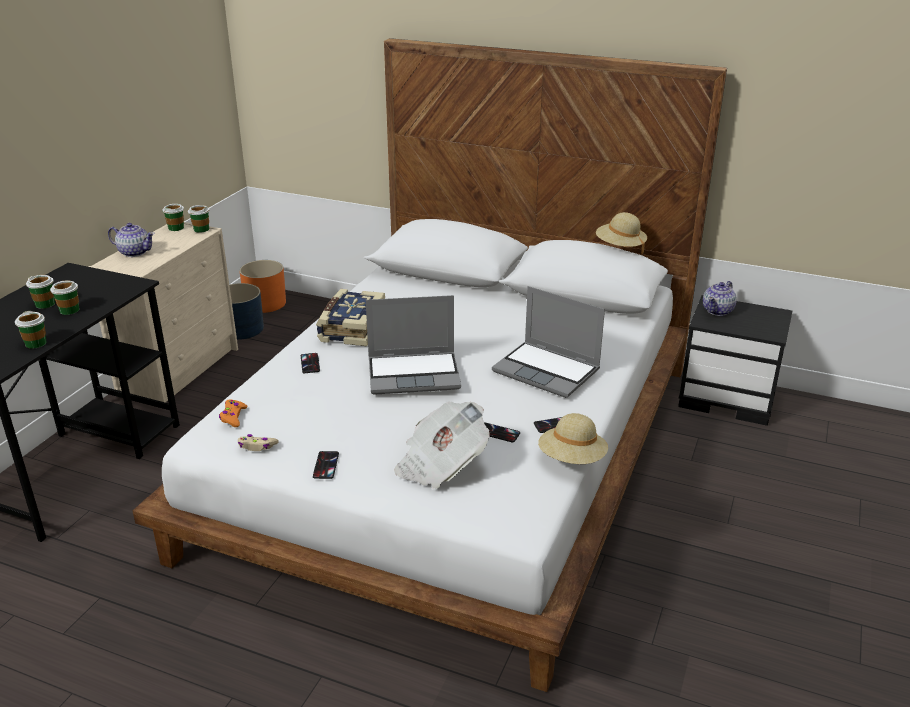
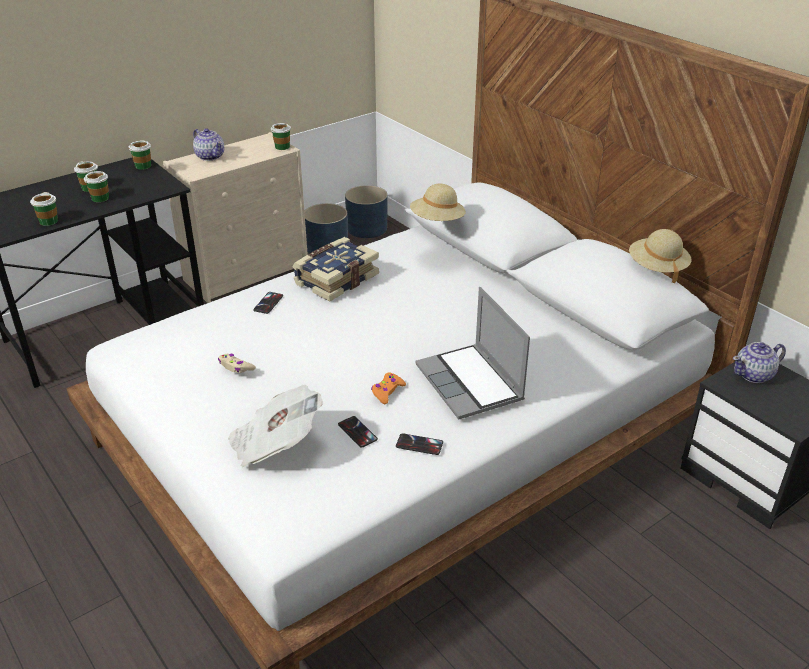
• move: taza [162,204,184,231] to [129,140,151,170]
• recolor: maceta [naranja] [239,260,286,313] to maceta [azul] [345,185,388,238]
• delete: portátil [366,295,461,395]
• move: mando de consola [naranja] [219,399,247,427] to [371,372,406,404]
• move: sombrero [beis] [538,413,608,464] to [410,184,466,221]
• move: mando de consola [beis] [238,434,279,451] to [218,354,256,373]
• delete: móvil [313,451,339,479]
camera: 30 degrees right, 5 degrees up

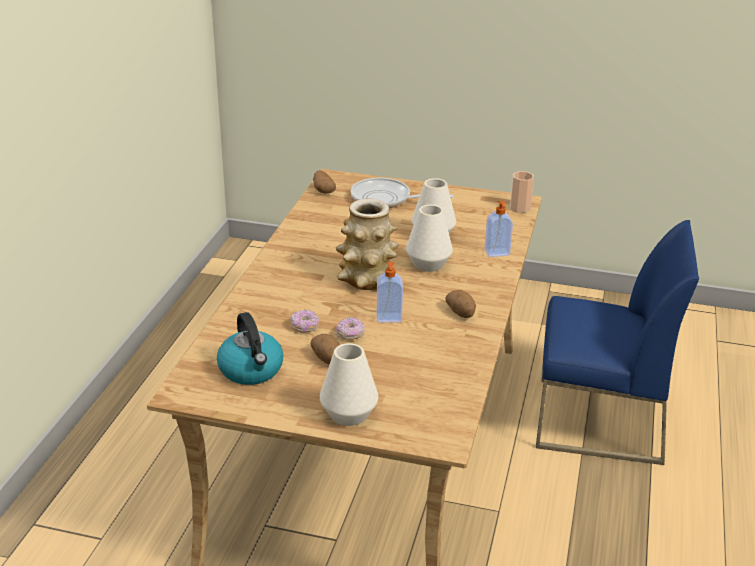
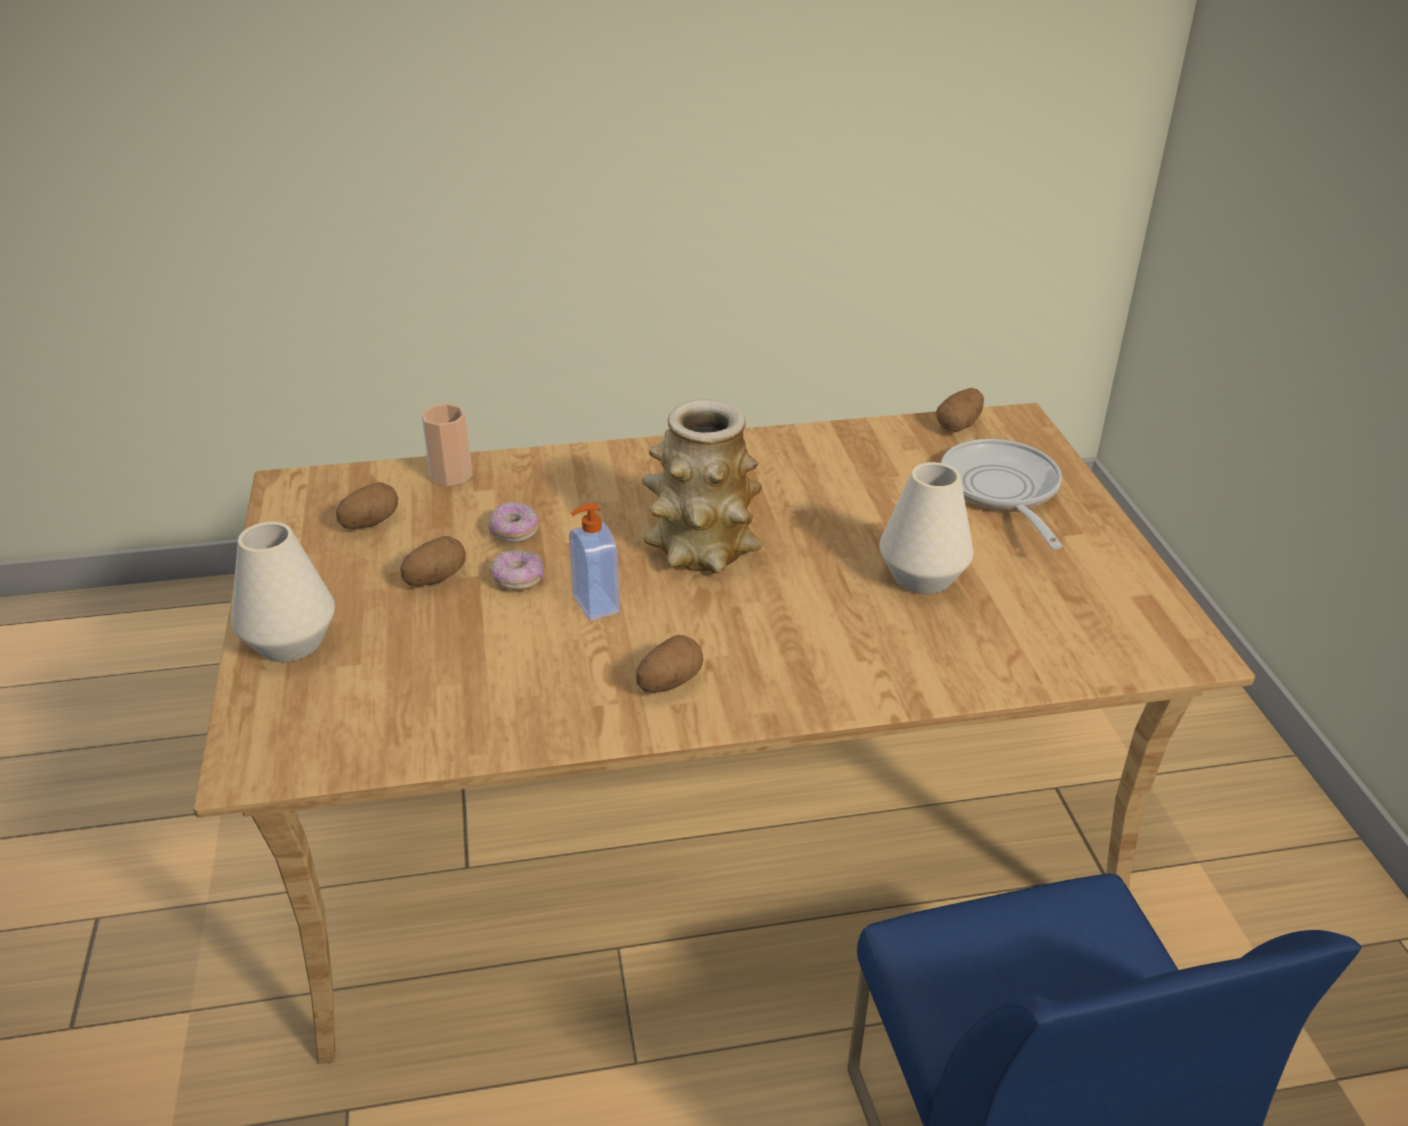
• move: taza [510,171,534,213] to [421,403,472,486]
• delete: dispensador de jabón [484,201,513,257]
• delete: florero [blanco] [406,205,453,272]
• replace: hervidor [217,312,283,385] to patata [336,482,399,529]
camera: 65 degrees right, 5 degrees up

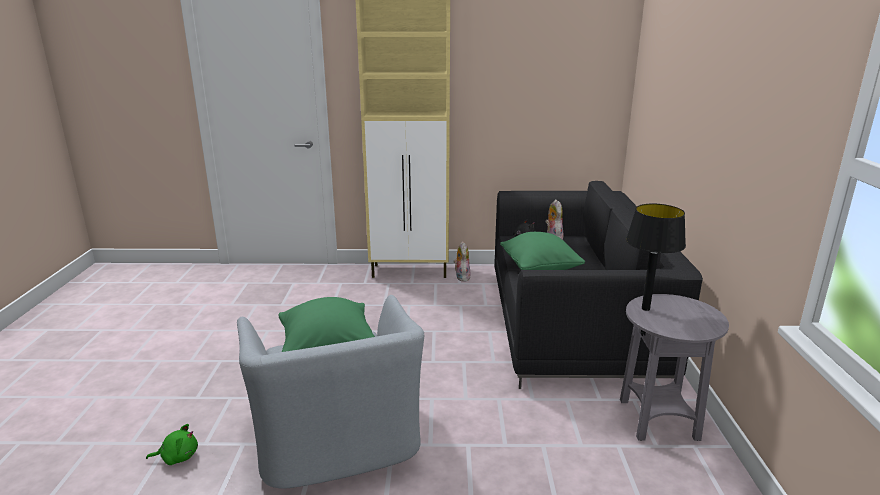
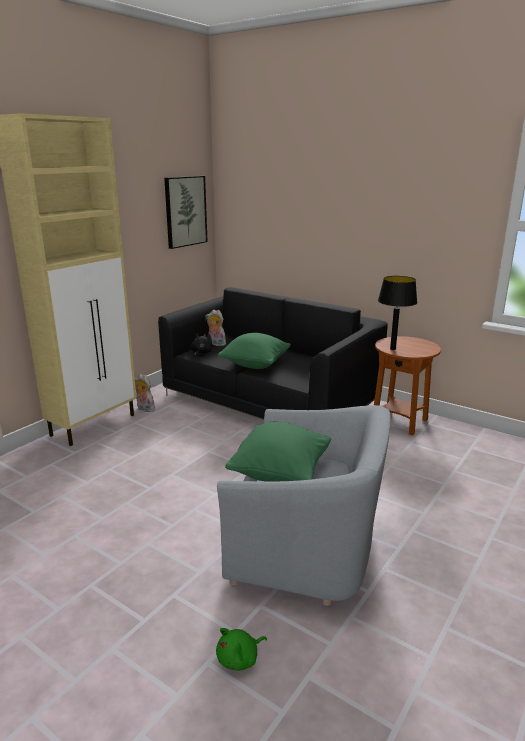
• recolor: mesa auxiliar [gris] [620,294,729,441] to mesa auxiliar [marrón] [374,336,441,435]
• rotate: peluche [verde] [146,424,198,465] = [216,628,267,671] 150 degrees counterclockwise
• insert: cuadro [164,176,208,249]
camera: 55 degrees left, 0 degrees up

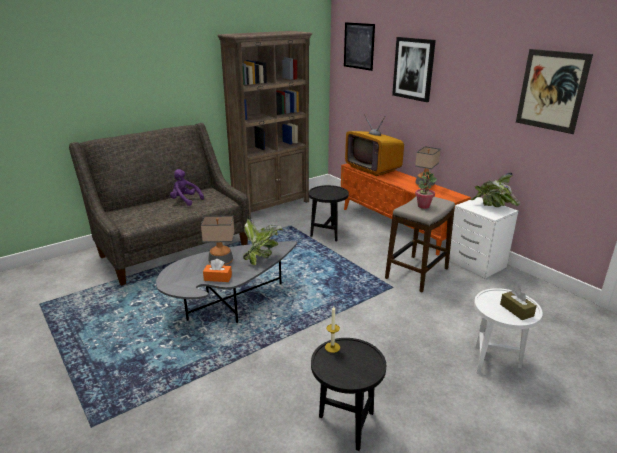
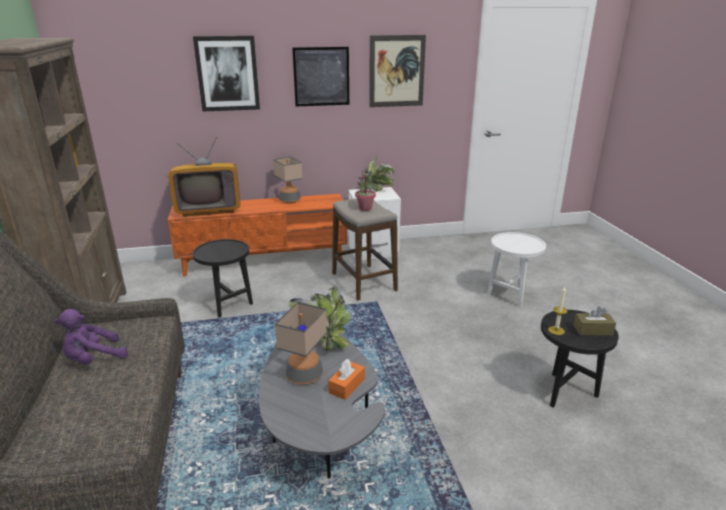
• move: cuadro [344,22,375,71] to [292,47,349,106]
• move: caja de pañuelos [marrón] [500,289,537,320] to [574,306,616,335]
camera: 65 degrees left, 0 degrees up

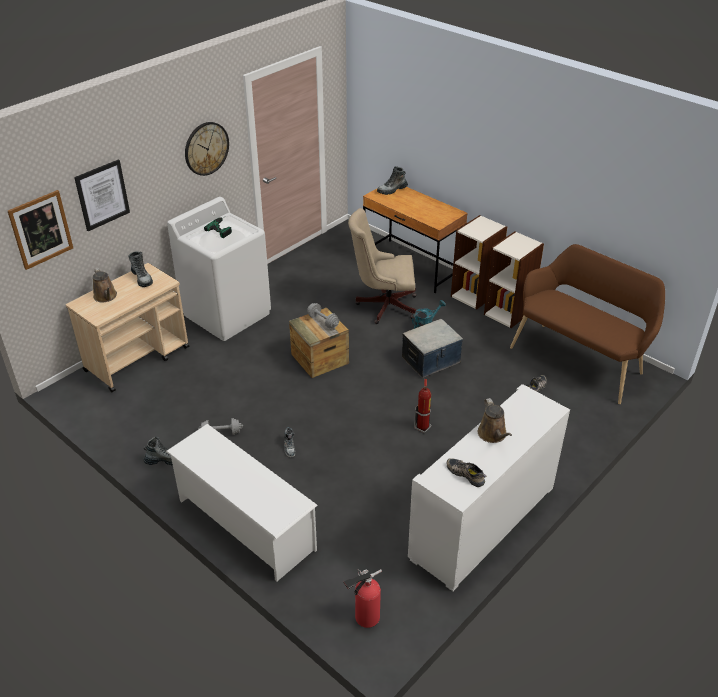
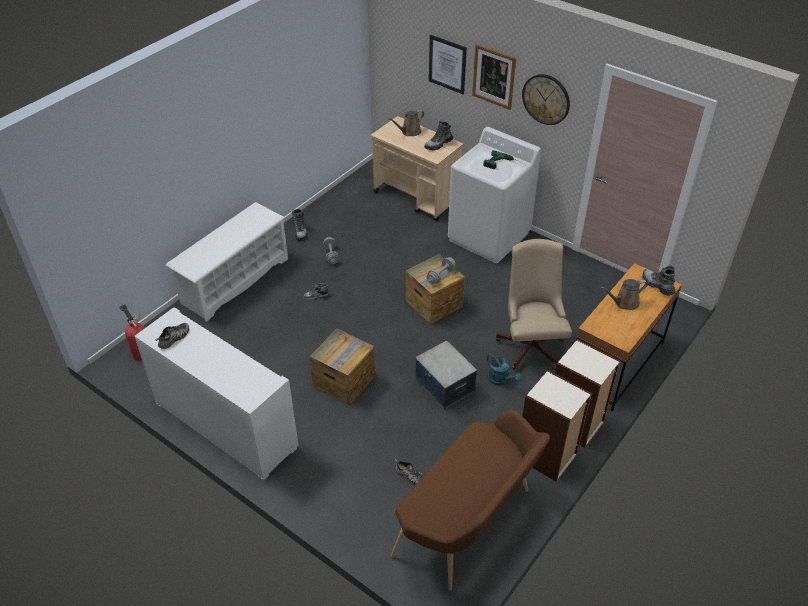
• move: cuadro [8,190,73,270] to [472,44,516,110]
• replace: extintor [414,379,432,434] to caja de embalaje [310,329,375,405]
• move: regadera [marrón] [478,398,512,443] to [601,279,648,310]
camera: 85 degrees right, 5 degrees up

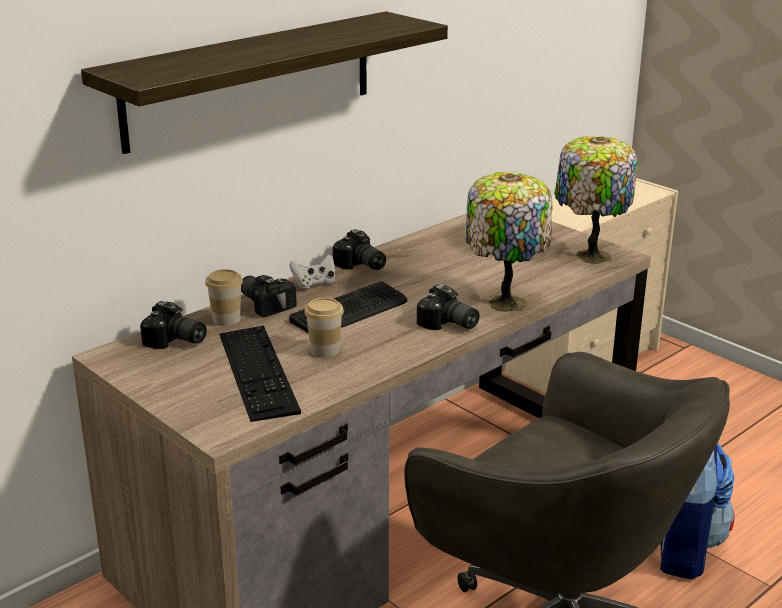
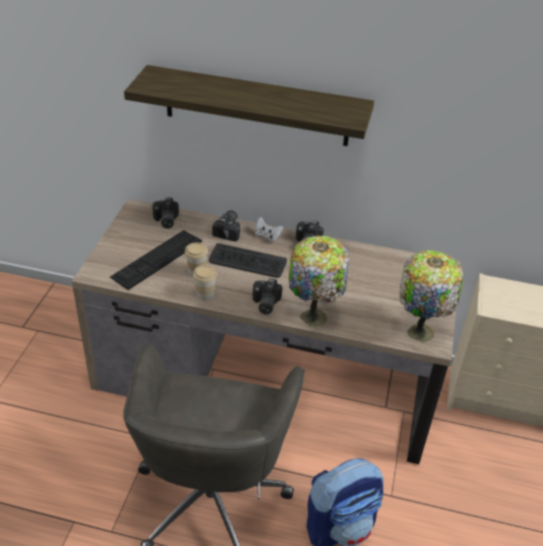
• move: taza [205,269,243,326] to [193,265,217,301]
camera: 55 degrees right, 15 degrees up

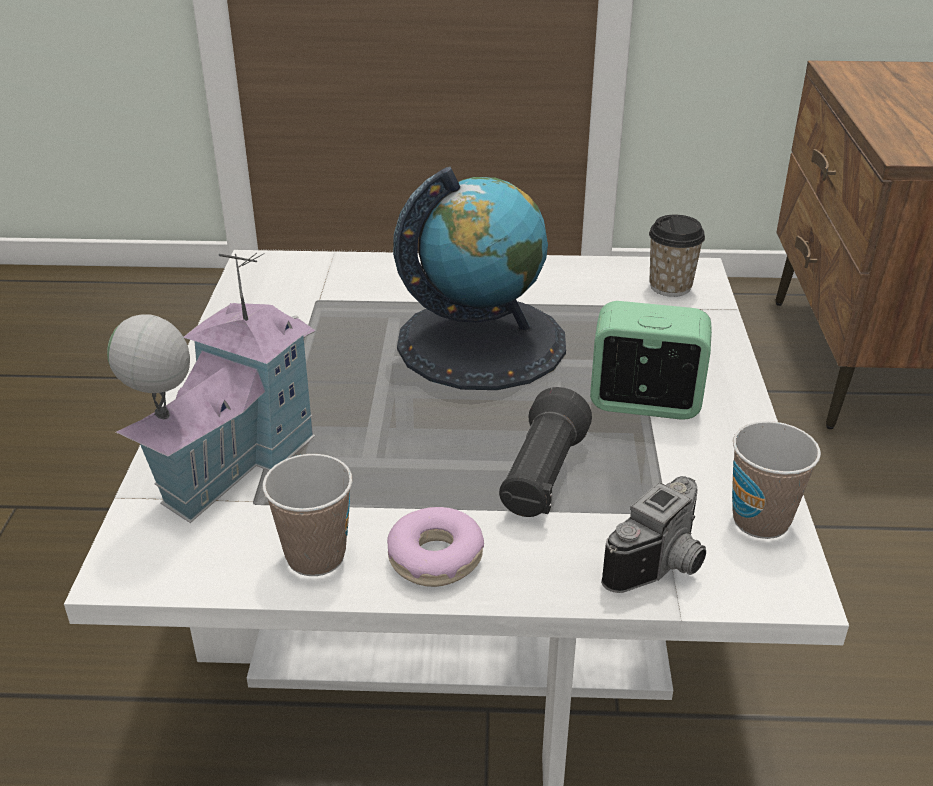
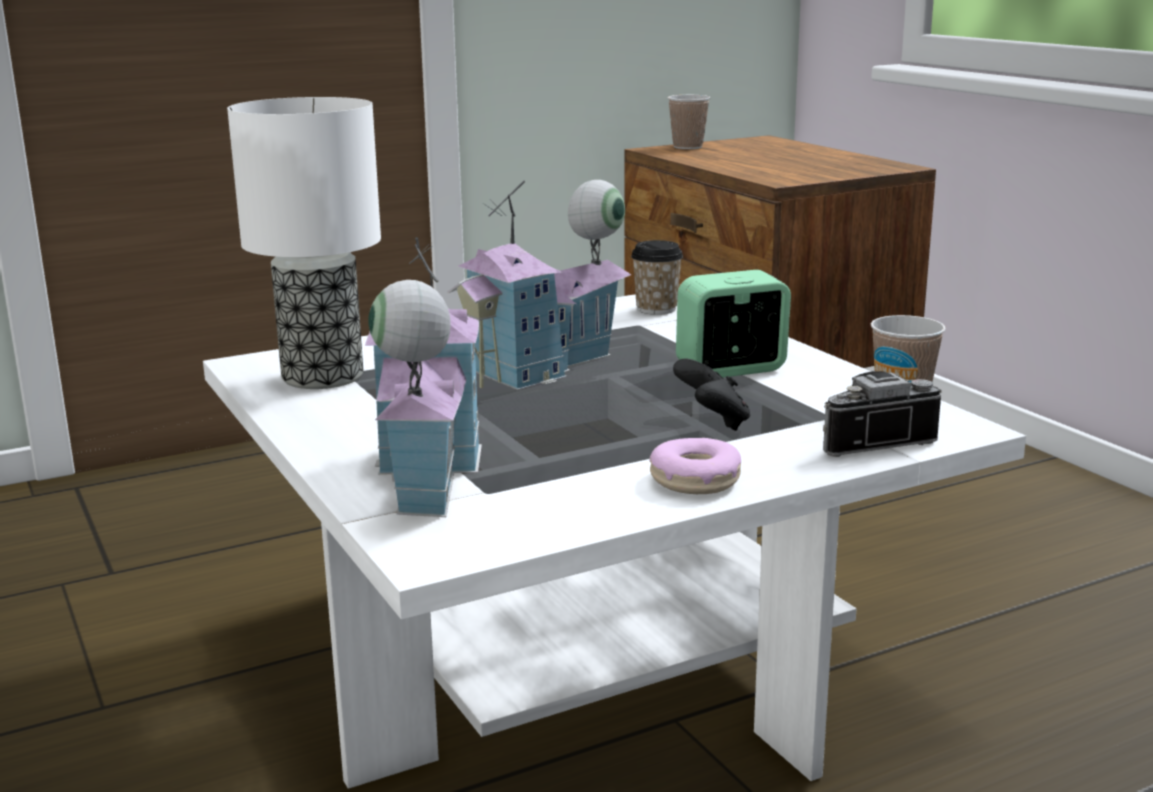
• replace: globo terráqueo [393,166,566,390] to casita [447,180,631,390]
• replace: linterna [negro] [499,387,592,517] to mando de consola [negro] [673,359,750,431]
• move: taza [263,454,353,576] to [668,95,710,149]
• rotate: cámara [601,476,706,593] = [823,371,942,457] 120 degrees counterclockwise
• insert: lámpara de mesa [227,97,381,389]
camera: 30 degrees left, 15 degrees down

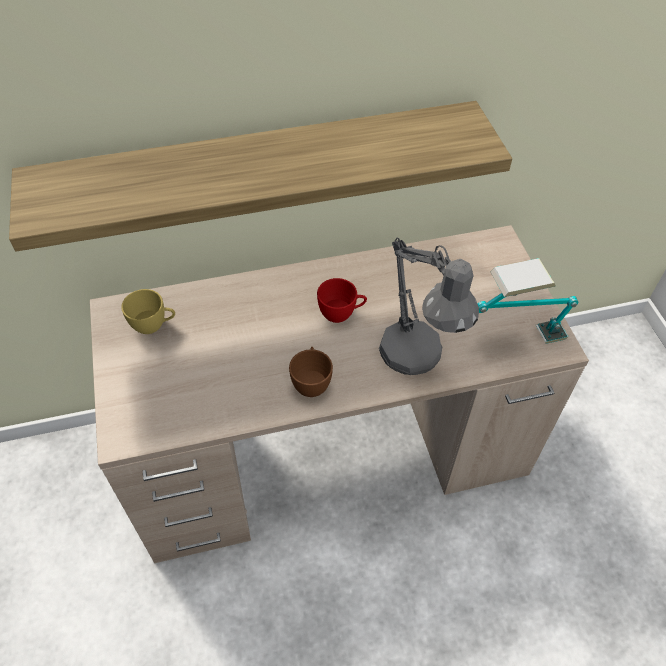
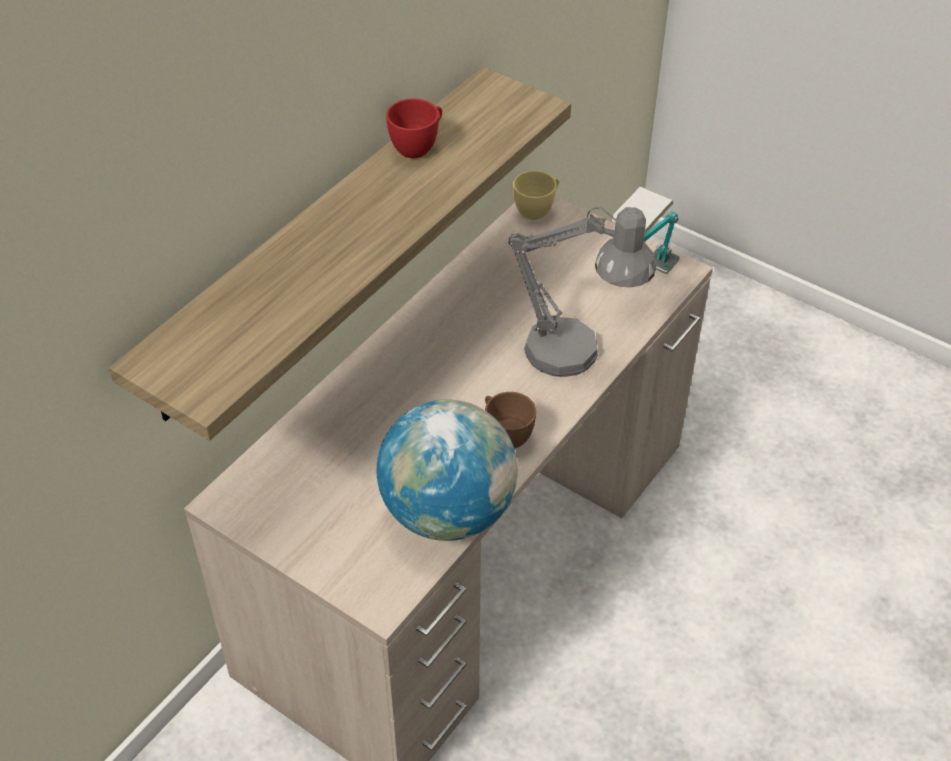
• move: taza [rojo] [317,278,367,323] to [386,98,442,158]
• move: taza [amarillo] [121,289,175,334] to [513,170,559,220]
• insert: globo terráqueo [377,400,518,541]
camera: 40 degrees left, 5 degrees down

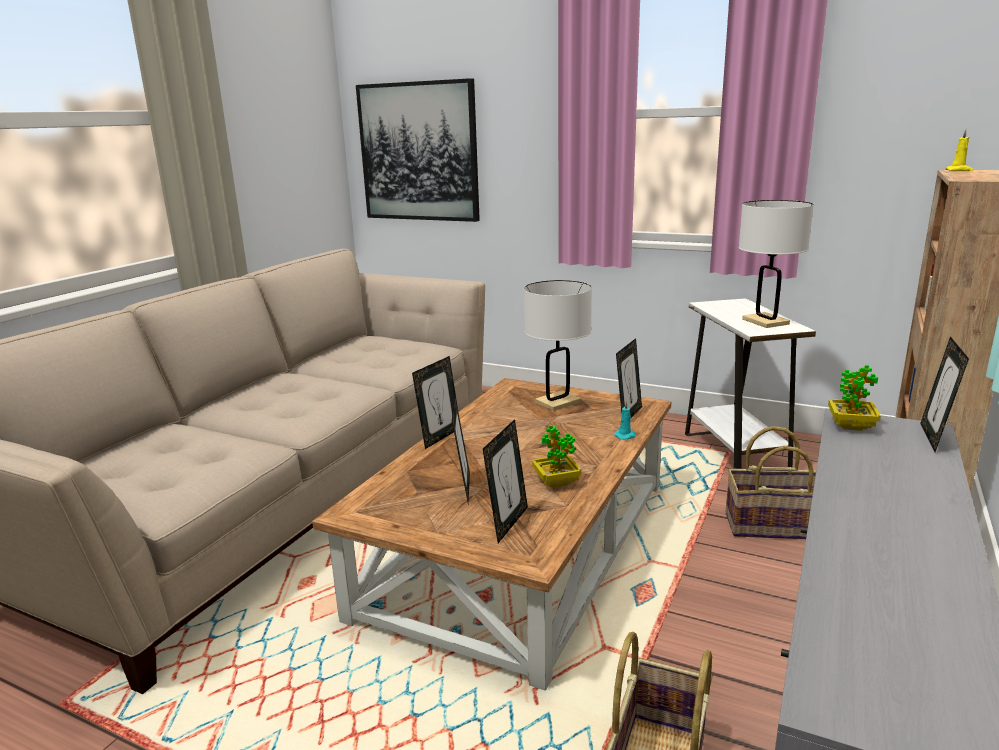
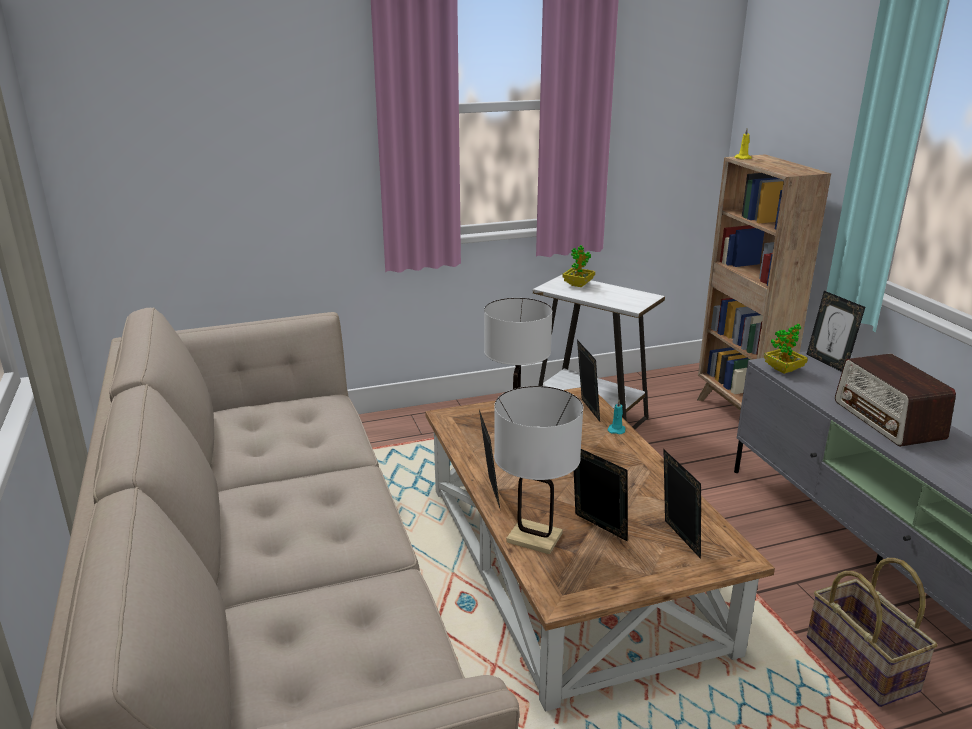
• delete: cuadro [356,78,480,222]
• move: lámpara de mesa [blanco] [738,200,814,328] to [494,386,583,554]
• move: planta en maceta [532,425,581,488] to [563,245,595,287]
• delete: cesta [726,426,816,539]
• insert: radio [835,354,956,447]
camera: 45 degrees left, 5 degrees up

